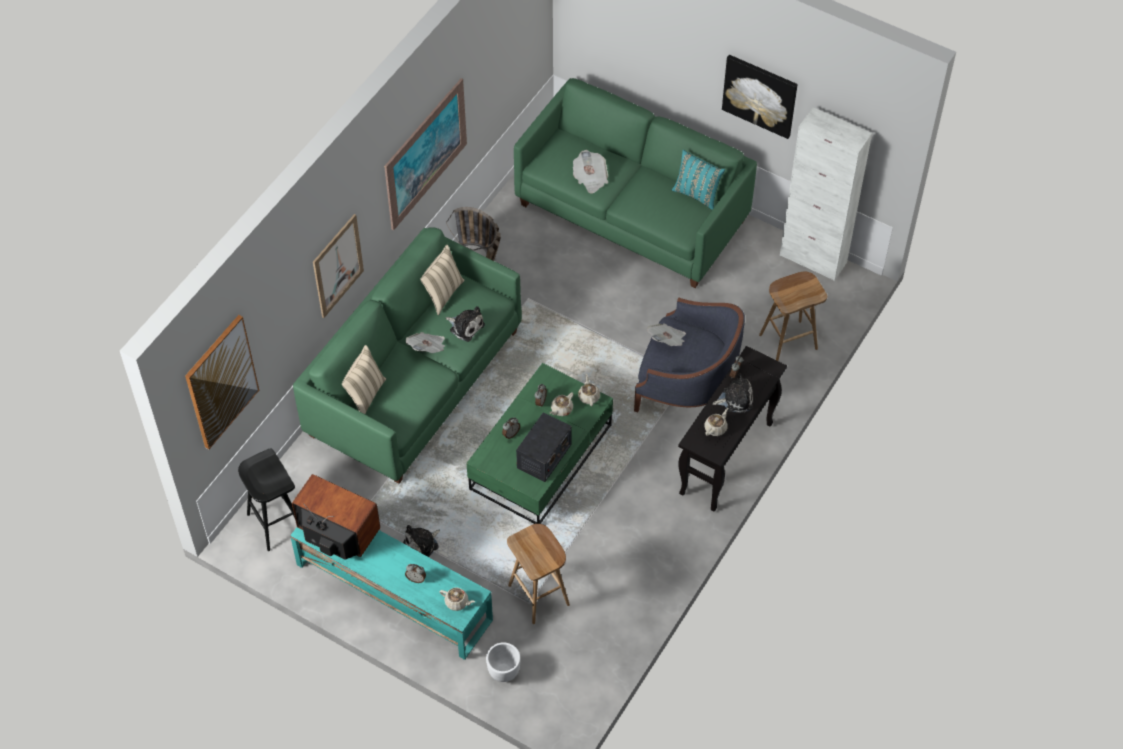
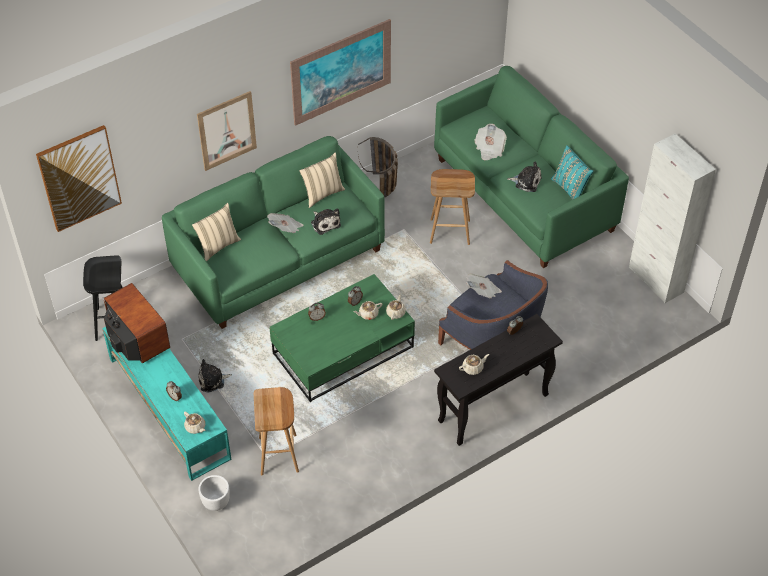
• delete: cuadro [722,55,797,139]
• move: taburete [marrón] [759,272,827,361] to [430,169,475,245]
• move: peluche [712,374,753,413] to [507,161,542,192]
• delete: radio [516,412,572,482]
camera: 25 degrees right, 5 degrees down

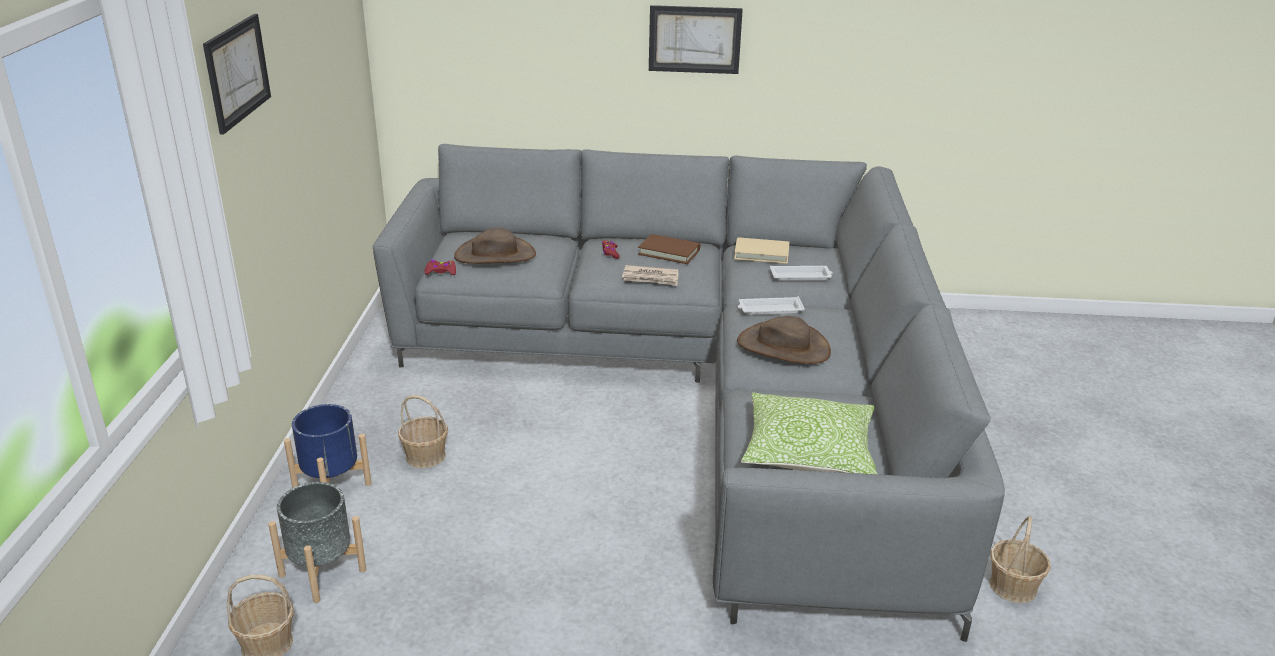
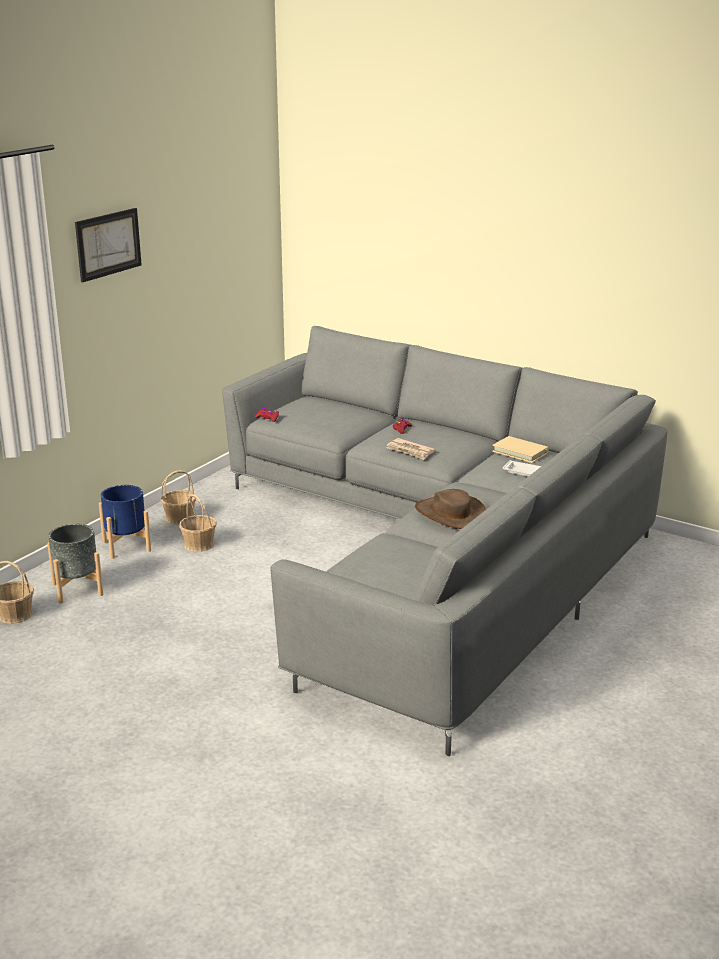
• delete: cuadro [649,5,743,74]
• delete: sombrero [marrón] [454,227,536,264]
• delete: libro [marrón] [638,234,700,264]
• delete: bandeja [blanco] [738,296,805,315]
• delete: cojín [741,392,878,474]
• move: cesta [989,516,1051,603] to [161,470,196,525]
camera: 30 degrees right, 5 degrees down

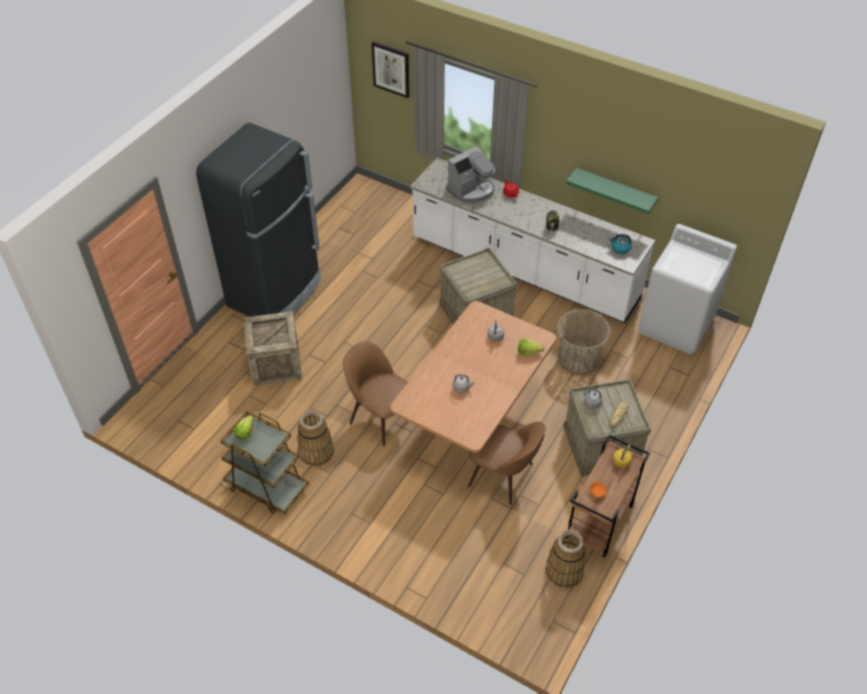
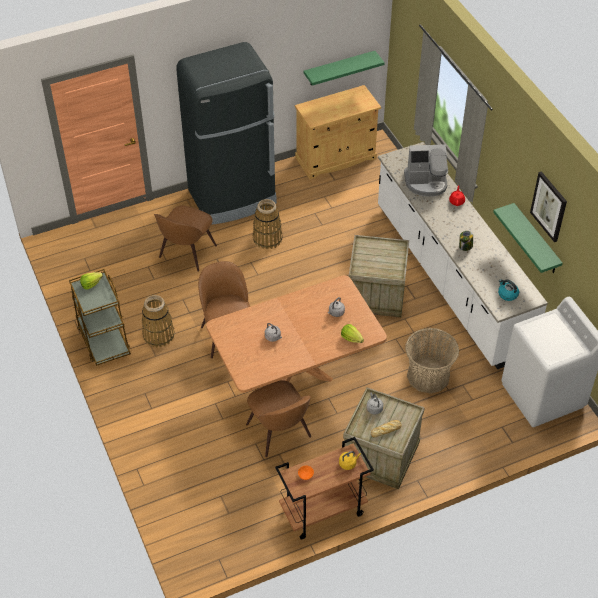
• move: cuadro [371,41,410,98] to [530,171,567,242]
• replace: caja de embalaje [244,311,302,386] to silla [marrón] [154,205,217,272]
• move: cesta [545,530,586,589] to [253,199,283,249]
• insert: estante [verde] [304,51,385,86]
• insert: armario [beis] [295,85,381,179]
camera: 35 degrees right, 0 degrees up

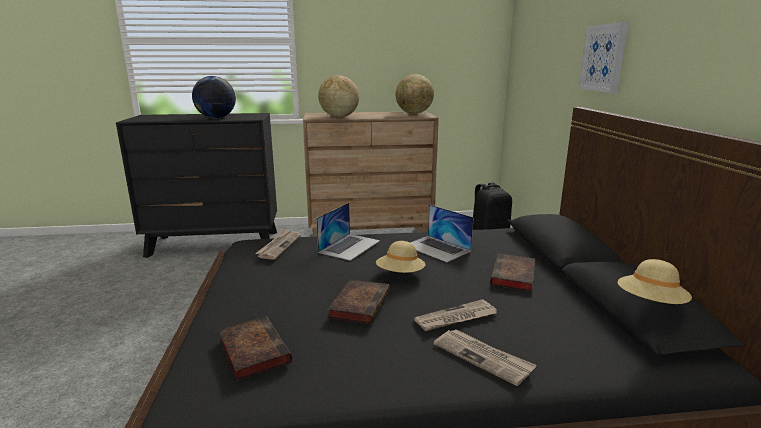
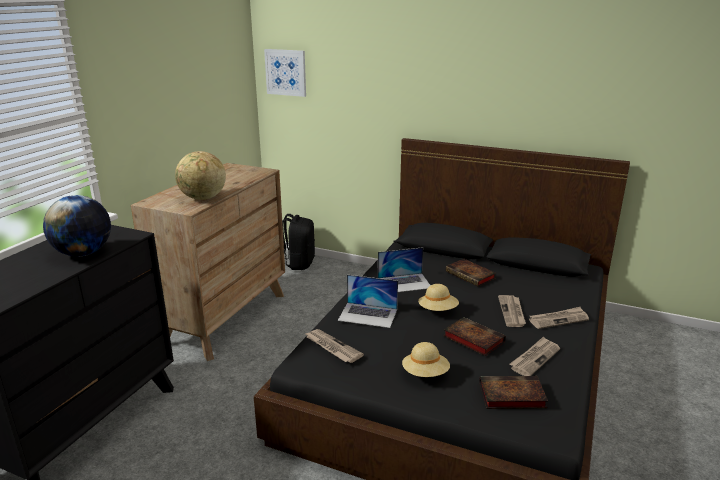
• move: cuadro [579,22,628,93] to [264,49,306,97]
• delete: globo terráqueo [396,74,434,114]
• rotate: portátil [316,203,380,261] = [338,275,398,328] 135 degrees clockwise
• move: sombrero [beis] [618,259,692,304] to [402,342,450,377]
• insert: periódico [509,336,560,376]
camera: 60 degrees left, 5 degrees up

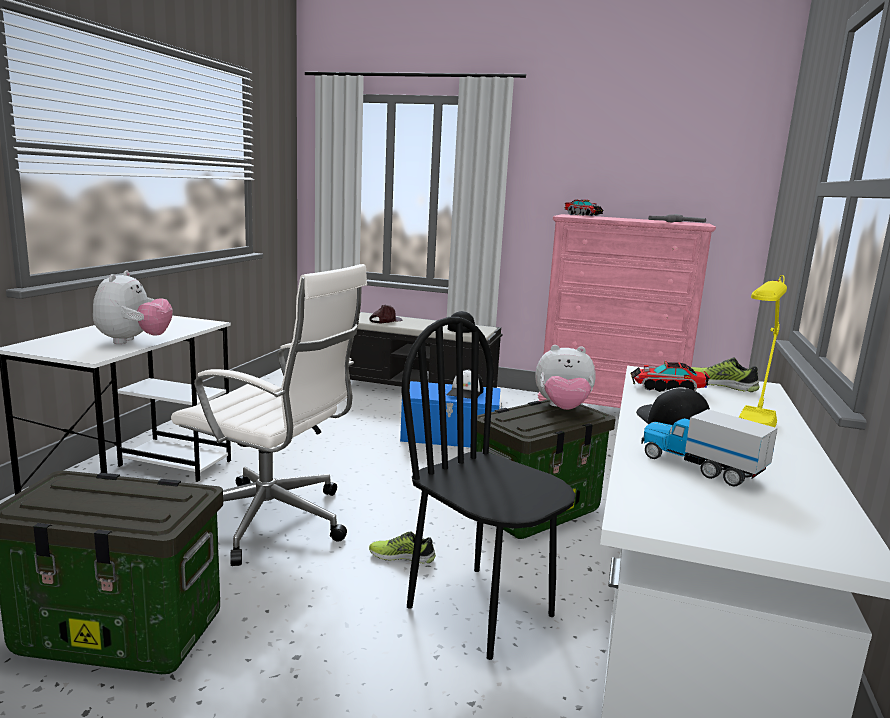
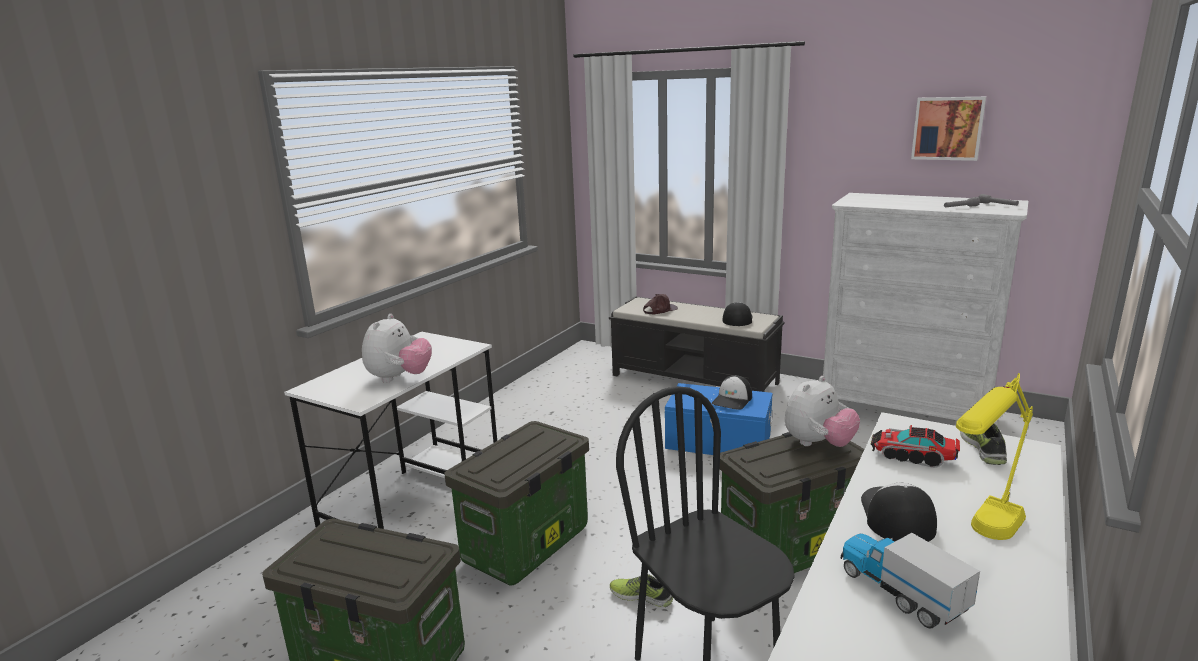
• delete: camión de juguete [564,200,604,216]
• recolor: cómoda [rosa] [538,214,716,408] to cómoda [blanco] [823,193,1029,420]
• replace: silla de oficina [blanco] [171,264,367,566] to caja de almacenaje [444,421,589,585]
• rotate: peluche [535,345,596,410] = [785,376,860,447] 60 degrees counterclockwise
• rotate: zapato [691,357,760,392] = [960,424,1007,465] 45 degrees clockwise
• insert: cuadro [911,97,986,161]
camera: 15 degrees right, 5 degrees up

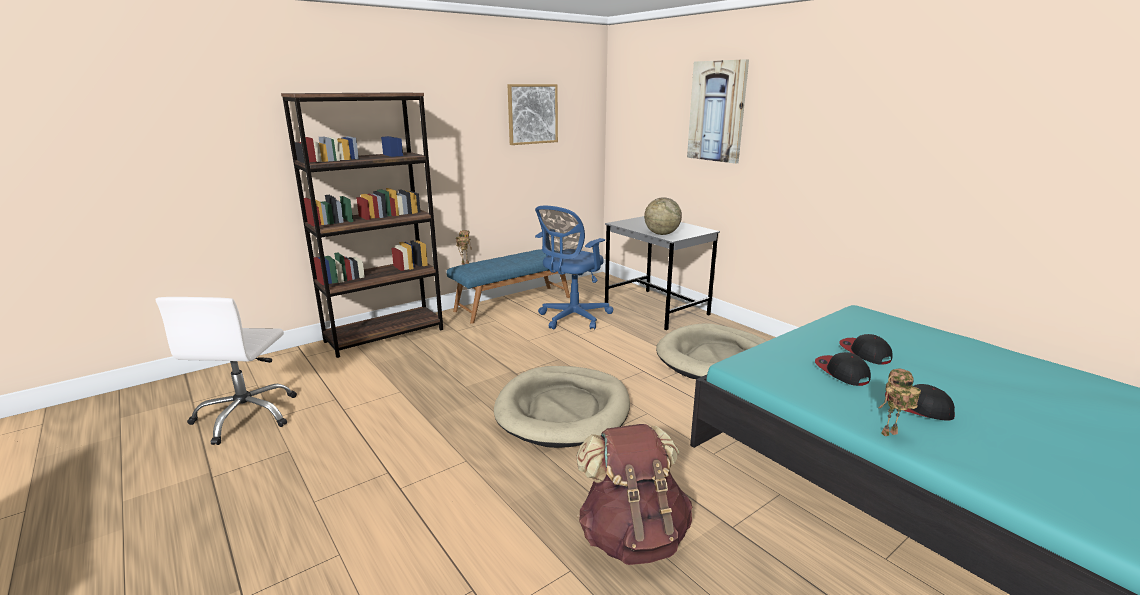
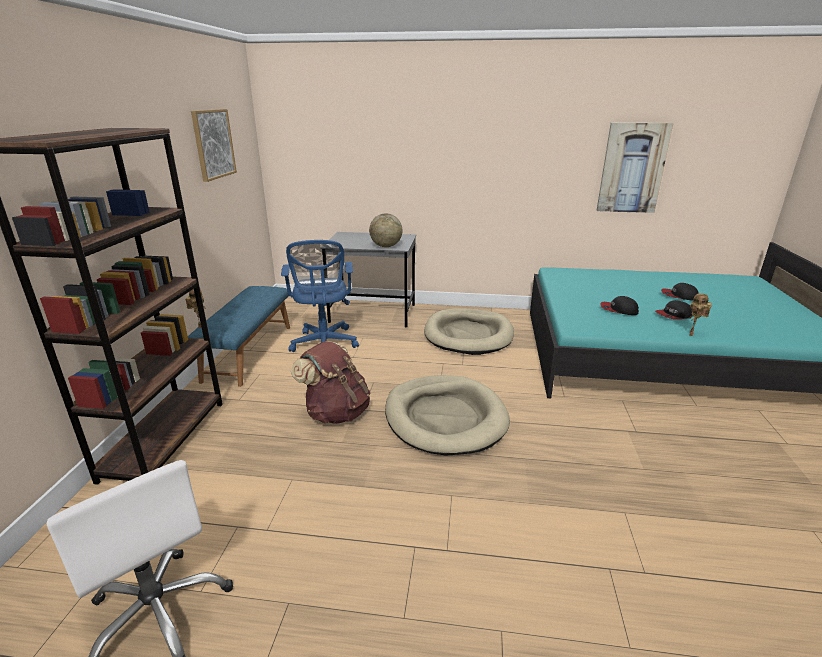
• move: cuadro [687,59,749,164] to [597,123,673,213]
• move: gorra [840,334,893,365] to [661,283,698,301]
• move: mochila [marrón] [577,424,692,565] to [291,341,371,424]
camera: 45 degrees left, 5 degrees up

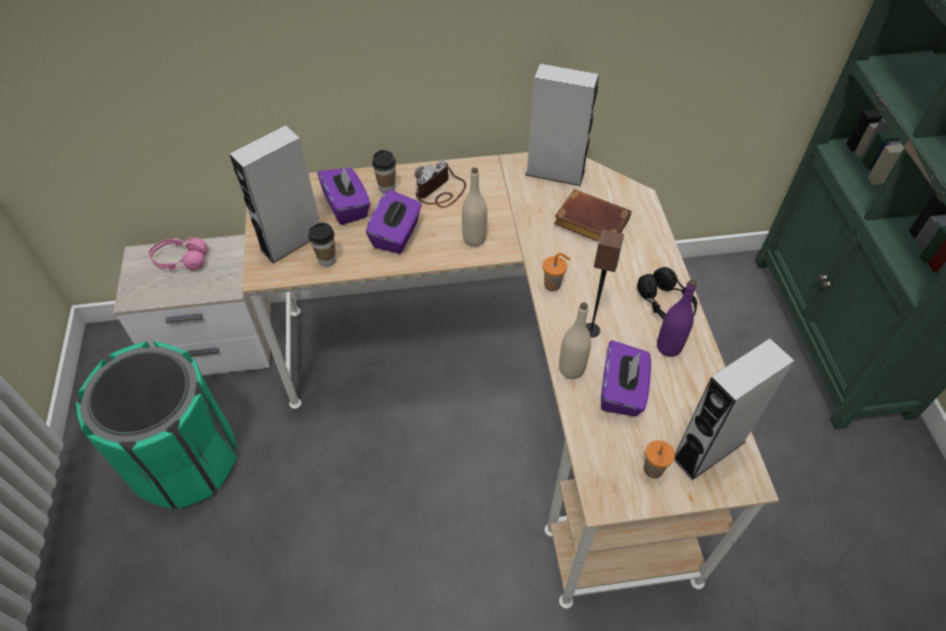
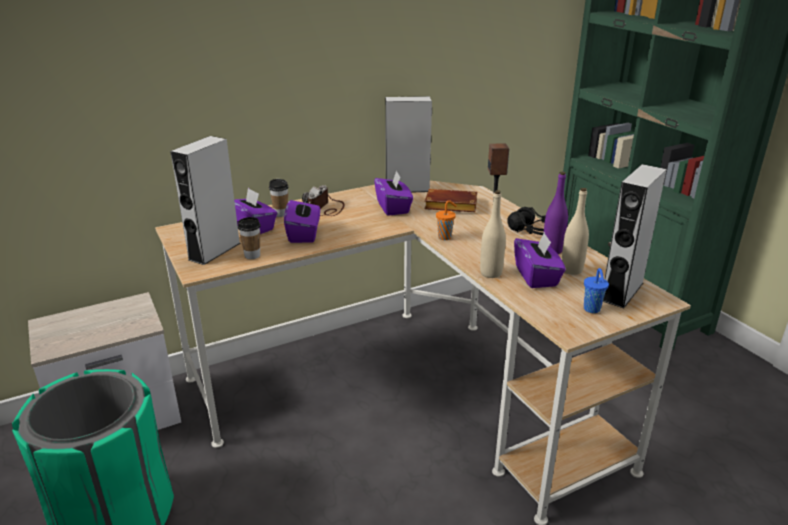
• move: botella [beis] [462,168,487,247] to [561,188,589,275]
• delete: auriculares [rosa] [148,238,208,271]
• recolor: taza [naranja] [644,440,675,478] to taza [azul] [584,268,609,313]
• insert: caja de pañuelos [morado] [374,170,413,216]
camera: 20 degrees left, 25 degrees down

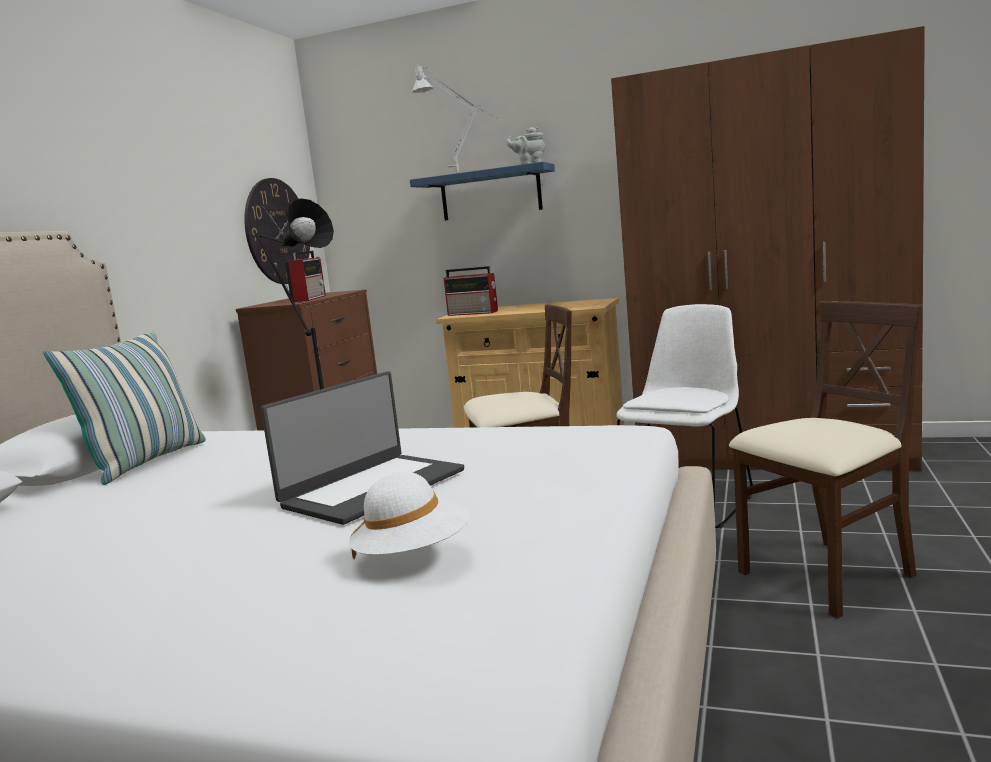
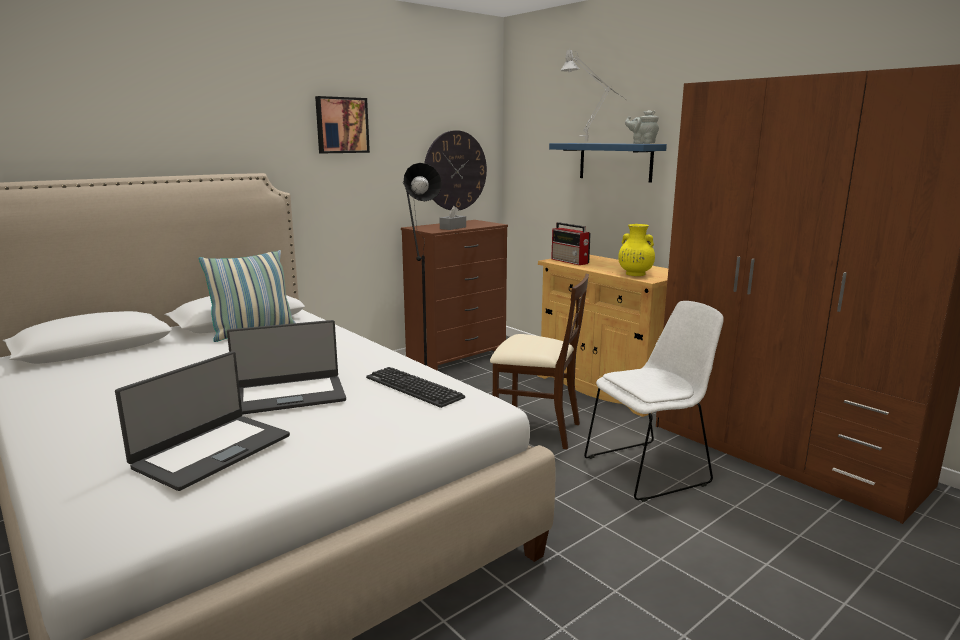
• replace: radio [285,251,326,302] to caja de pañuelos [gris] [440,206,466,230]
• delete: silla [beis] [729,301,922,619]
• replace: sombrero [blanco] [349,472,469,559] to portátil [115,351,290,491]
• insert: cuadro [315,96,370,153]
• insert: florero [amarillo] [618,224,655,276]
• insert: teclado [366,367,465,408]
camera: 30 degrees right, 5 degrees up

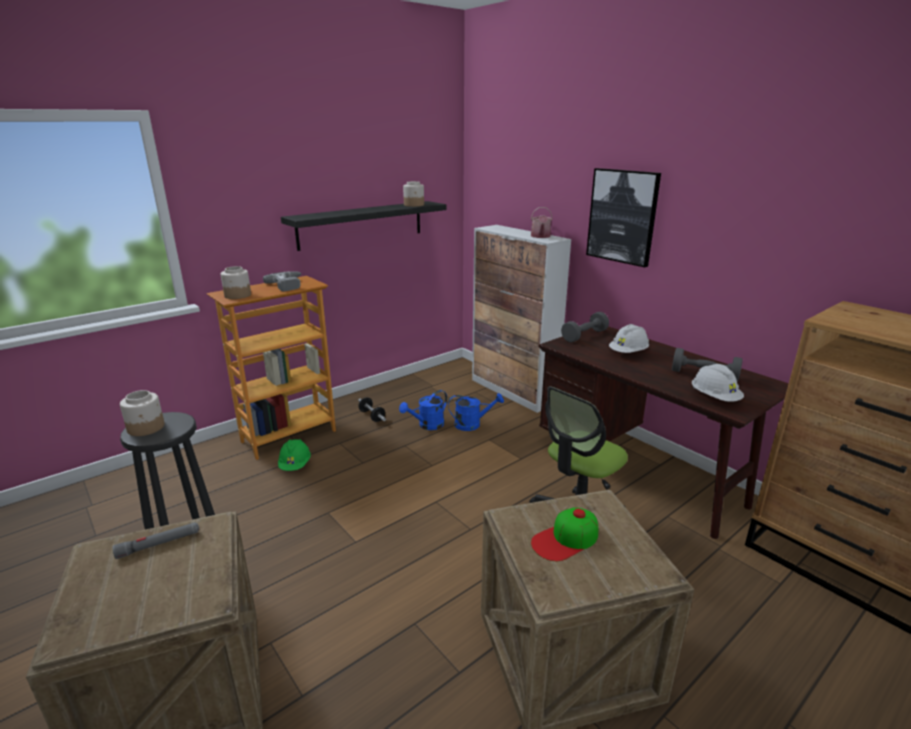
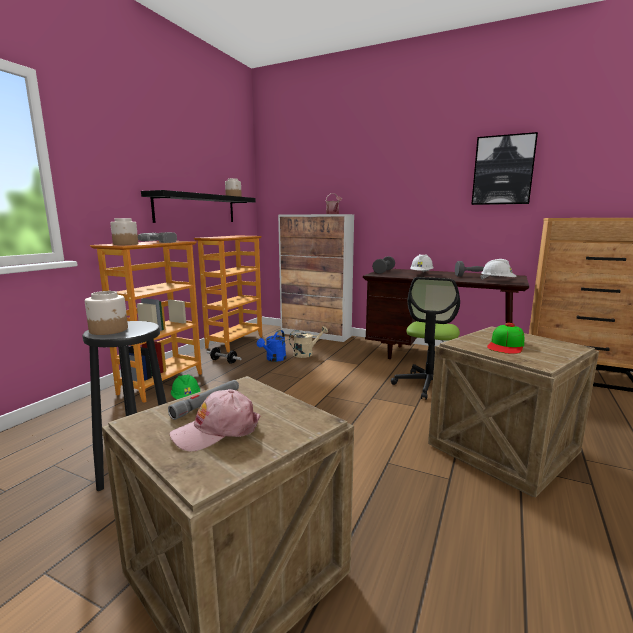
• move: cuadro [586,168,661,267] to [471,132,538,205]
• recolor: regadera [azul] [448,393,504,431] to regadera [beis] [289,326,328,358]
• insert: estantería [194,235,262,352]
• insert: gorra [rosa] [170,389,260,452]
camera: 25 degrees left, 10 degrees down

